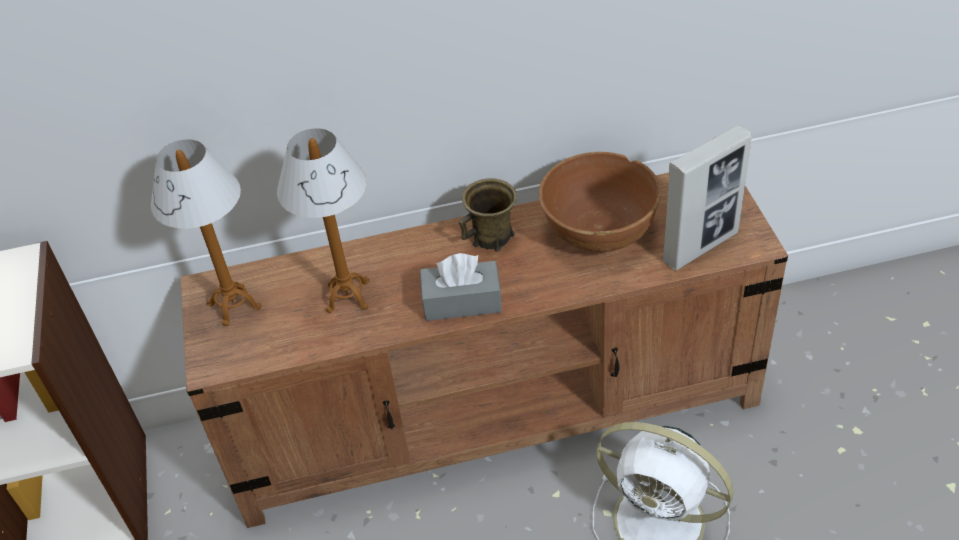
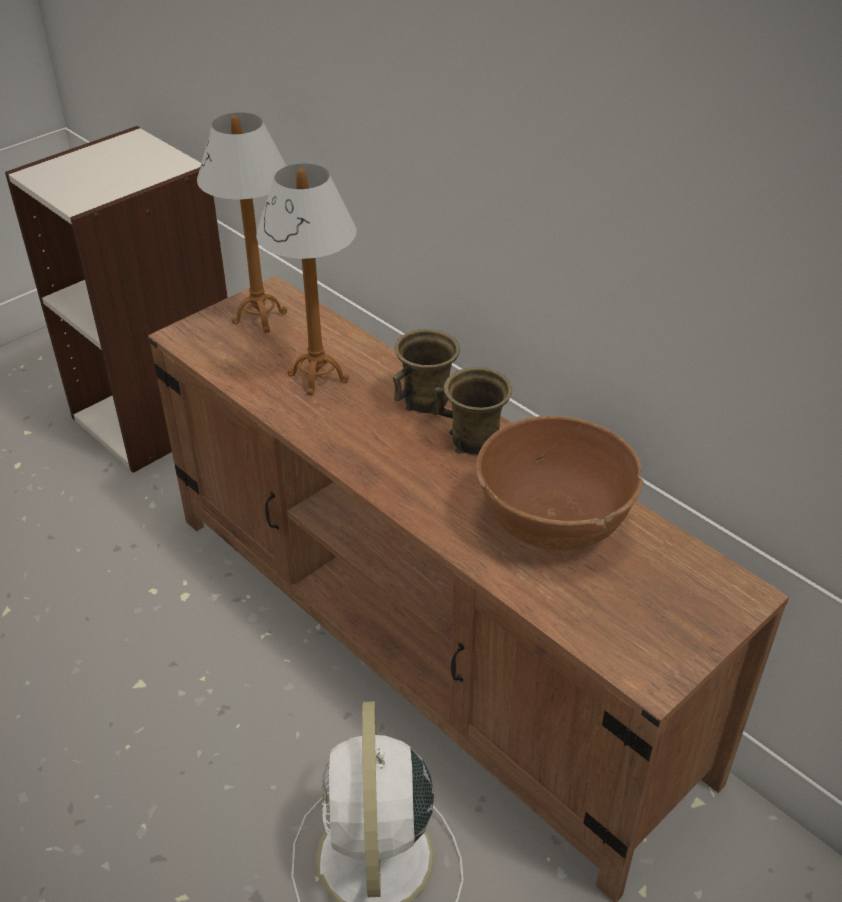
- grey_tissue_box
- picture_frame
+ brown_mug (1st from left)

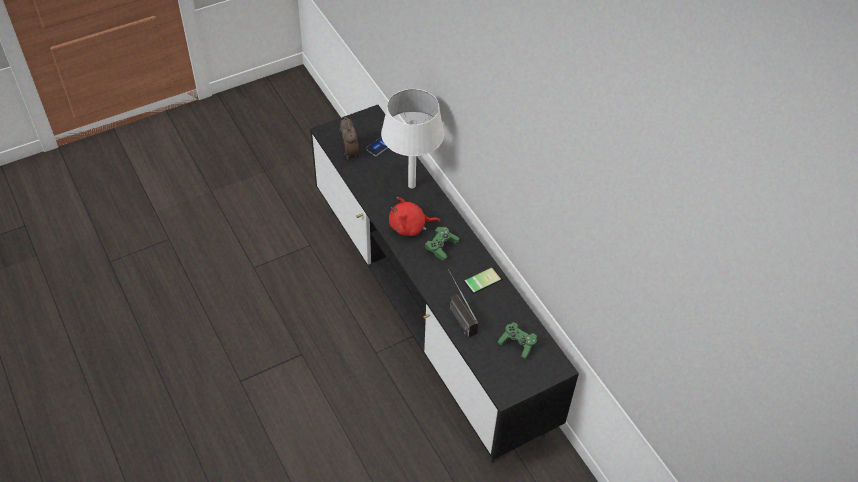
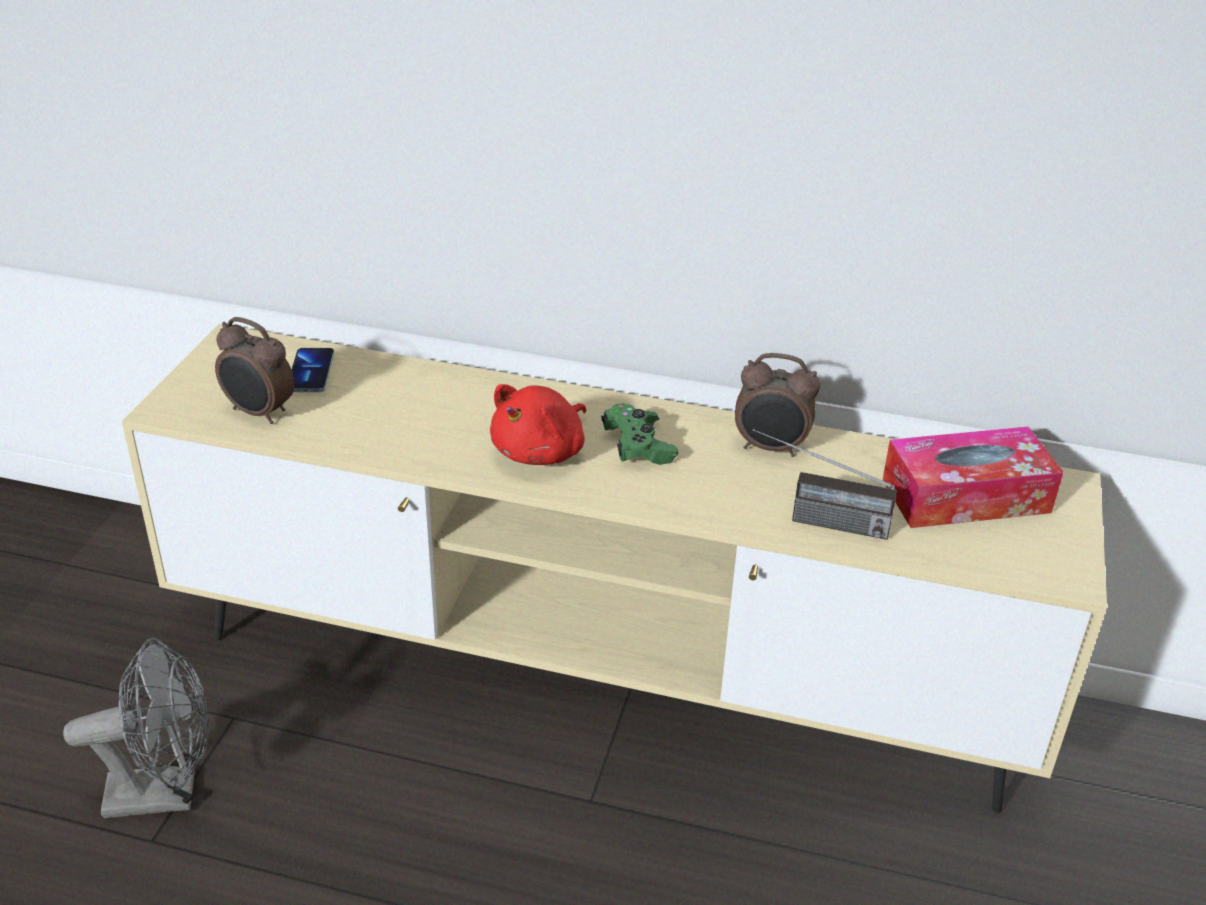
- white_table_lamp
+ grey_fan
~ phone (2nd from left) to alarm_clock (2nd from left)
~ green_game_controller (2nd from left) to tissue_box
~ black_tv_stand to beige_tv_stand

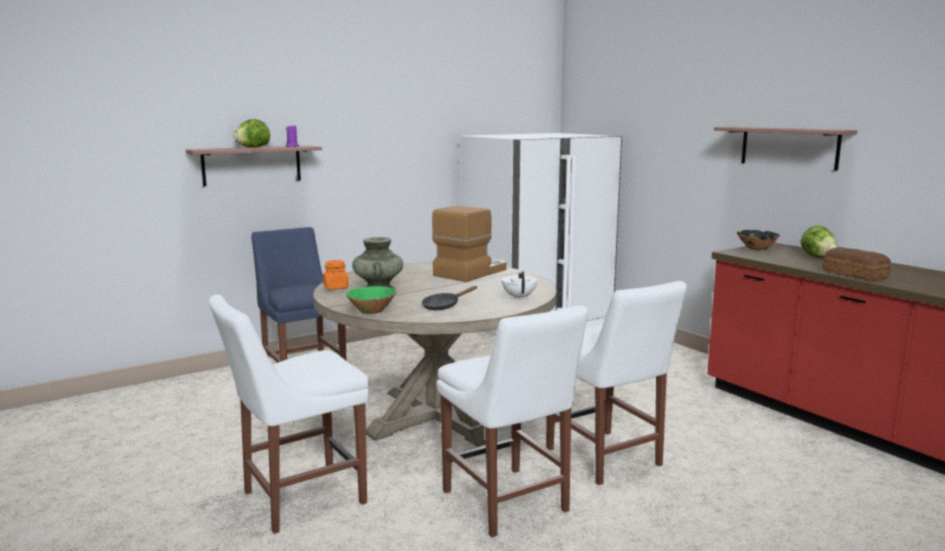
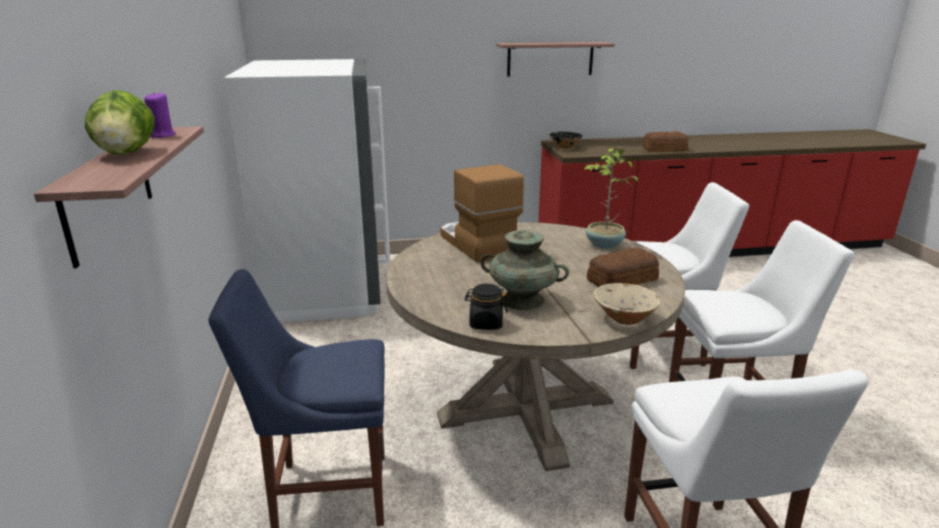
- lettuce (2nd from left)
~ black_frying_pan to bread (1st from left)
~ white_teapot to potted_plant
~ orange_jar to black_jar
~ green_bowl to beige_bowl

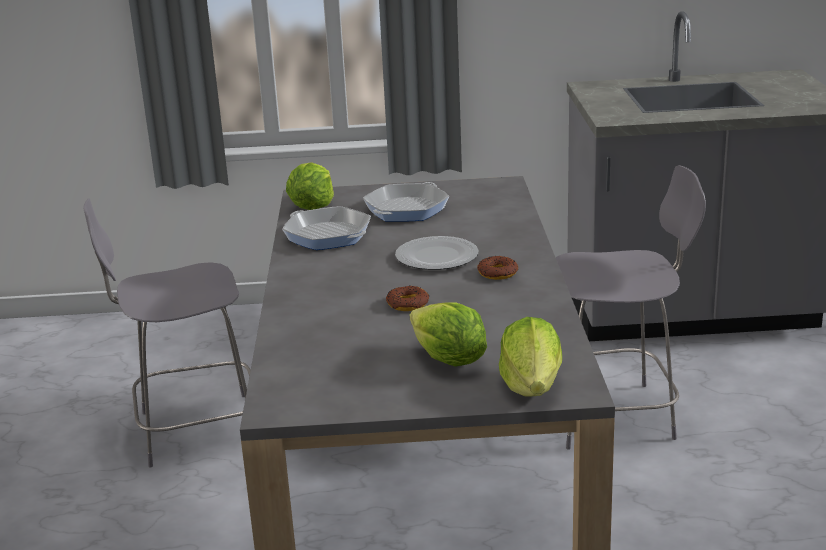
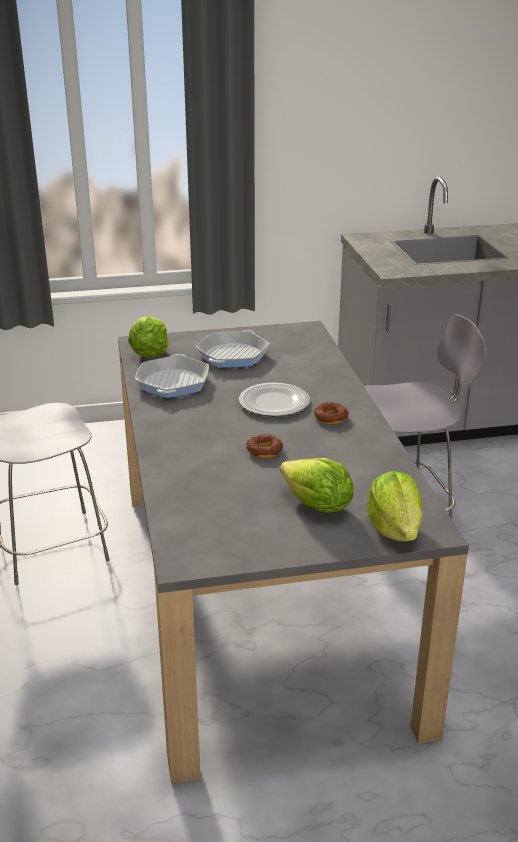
~ frying_pan (1st from left) 60 degrees clockwise

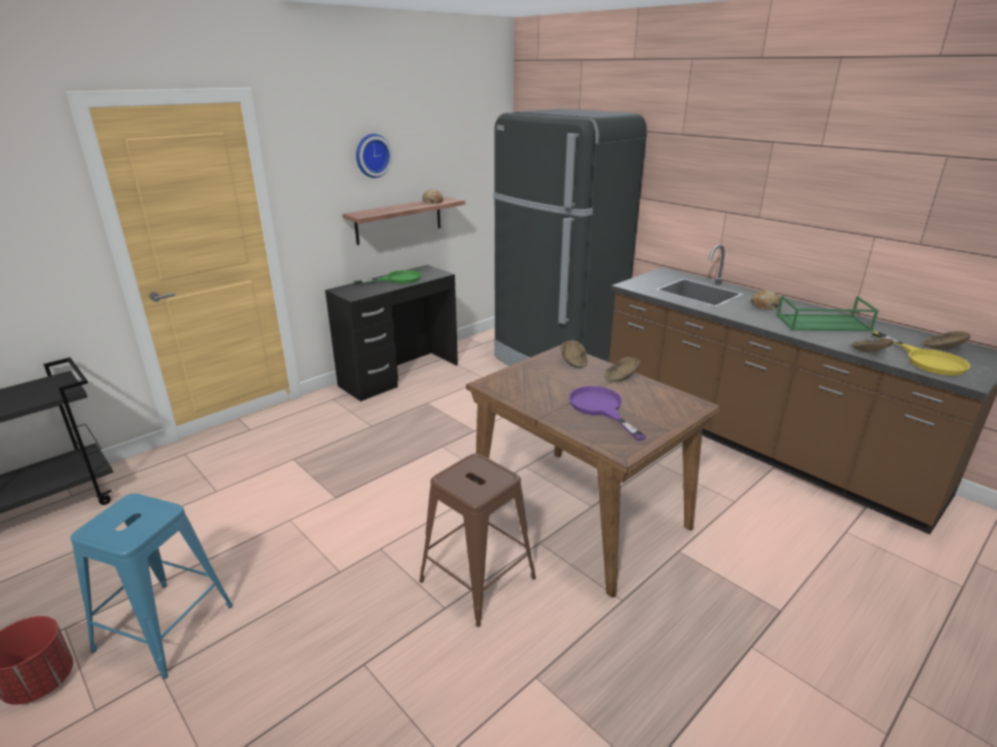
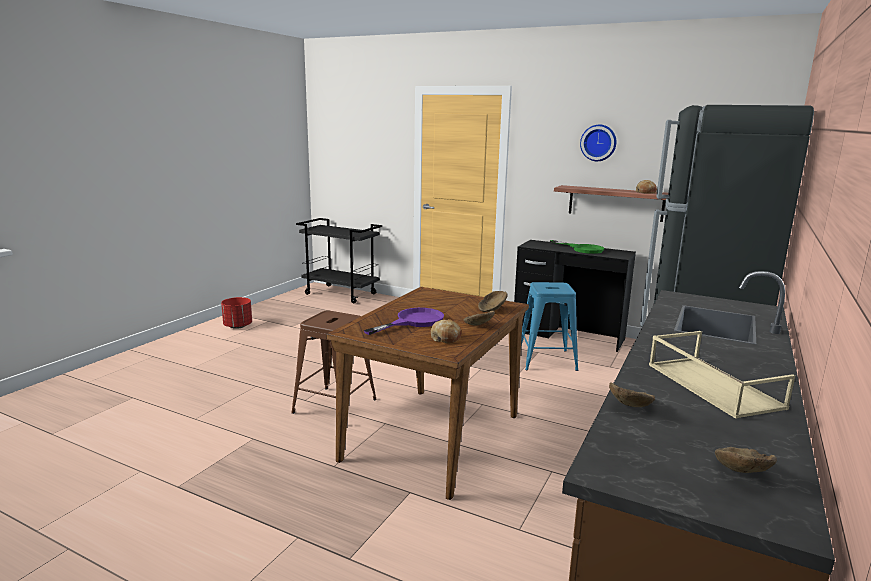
- yellow_frying_pan
~ blue_stool
~ bread (2nd from left in the first image) to bread (1st from left)
~ green_tray to beige_tray

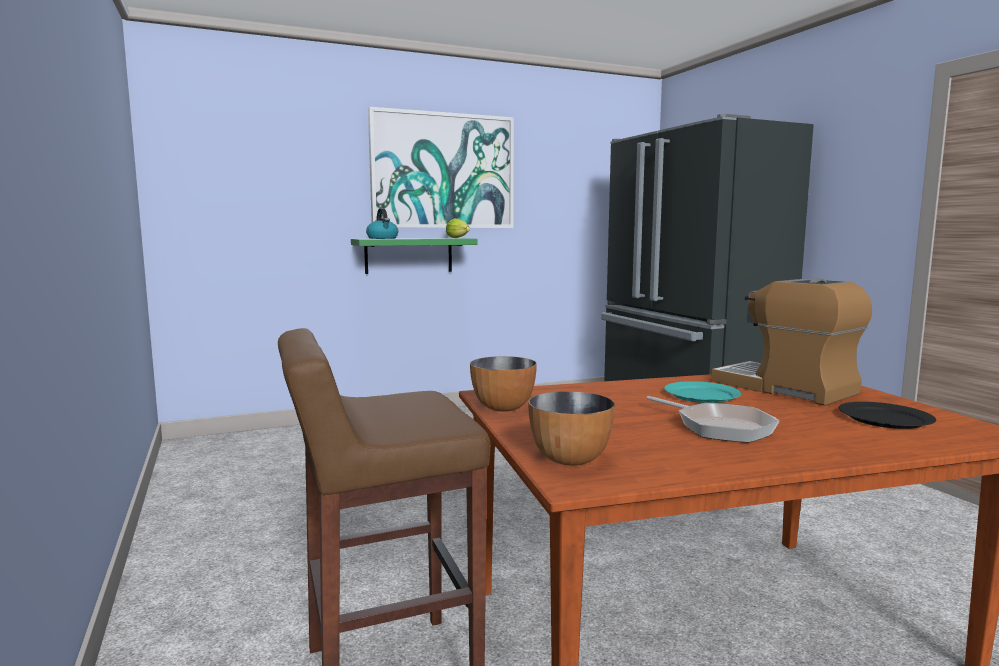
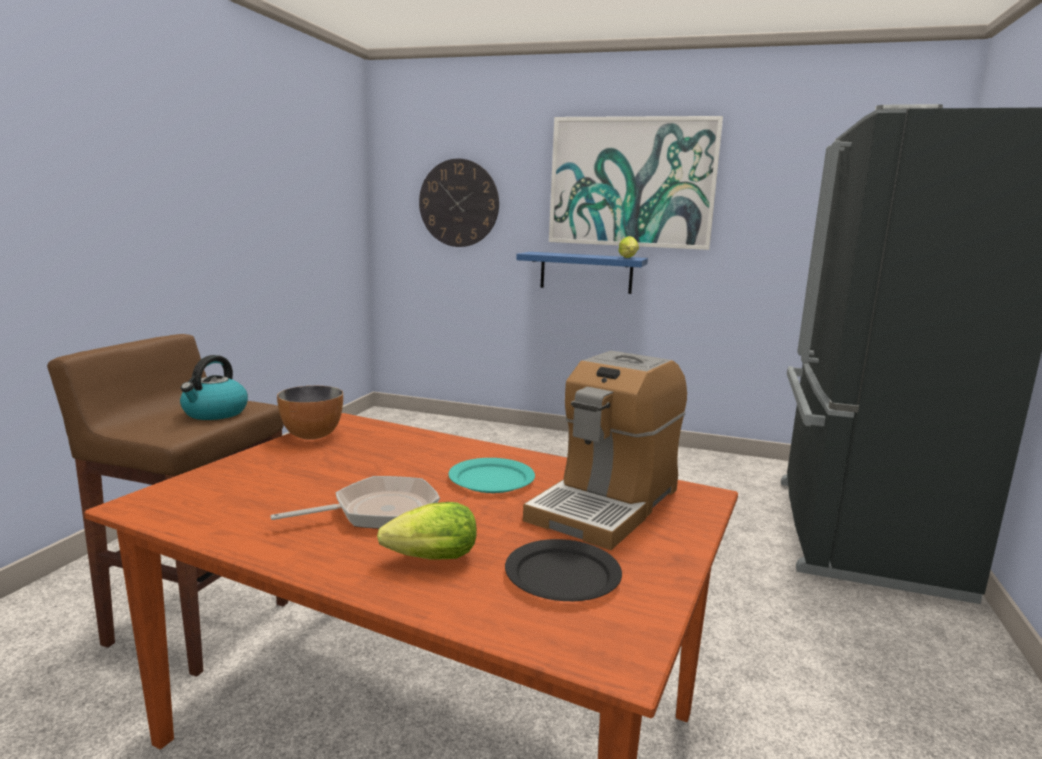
- bowl (2nd from left)
+ lettuce (1st from left)
+ wall_clock
~ kettle
~ green_shelf to blue_shelf
~ frying_pan 120 degrees counterclockwise
~ coffee_machine 150 degrees counterclockwise

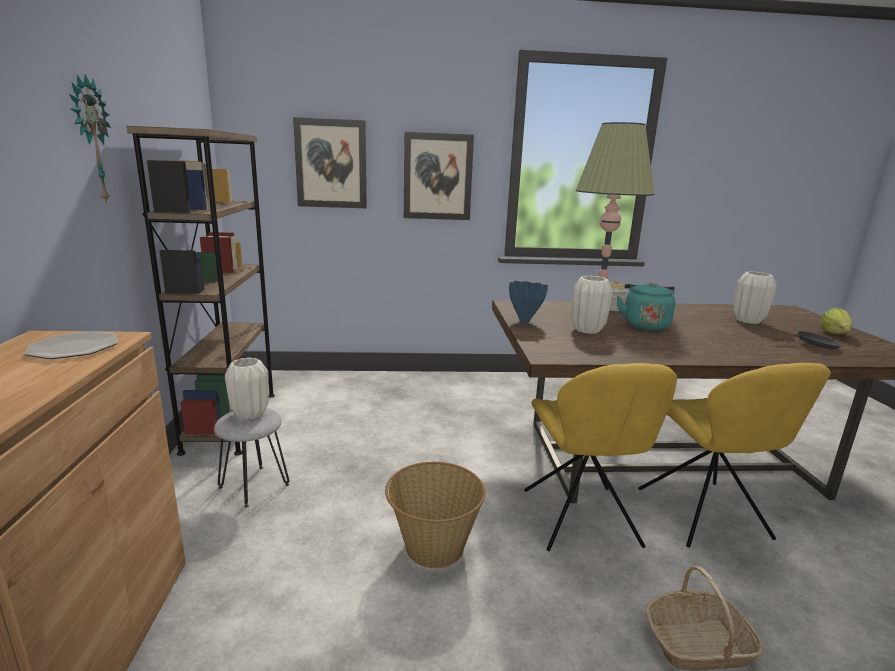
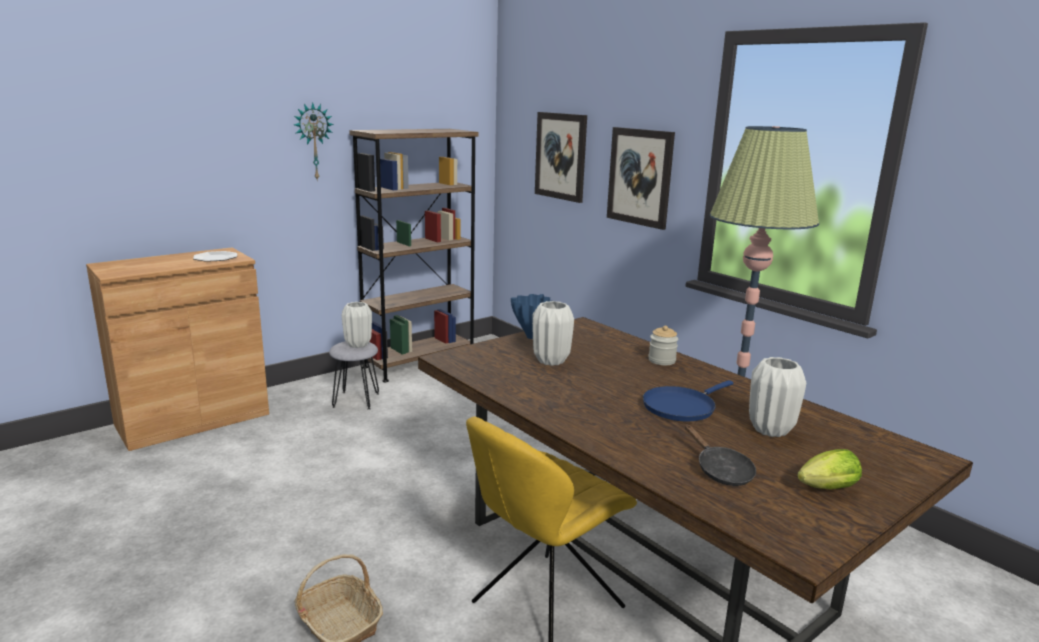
- basket (1st from left)
- yellow_chair (1st from left)
- turquoise_kettle
+ blue_frying_pan

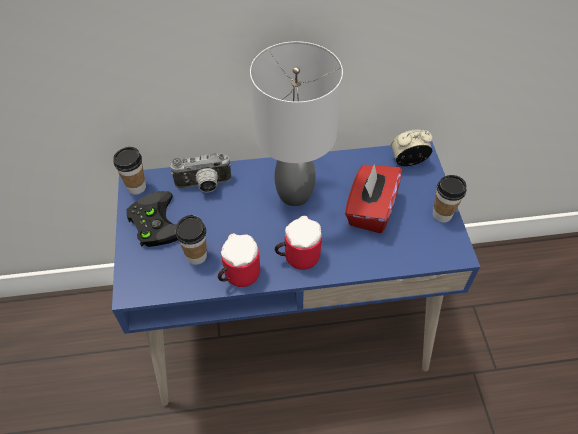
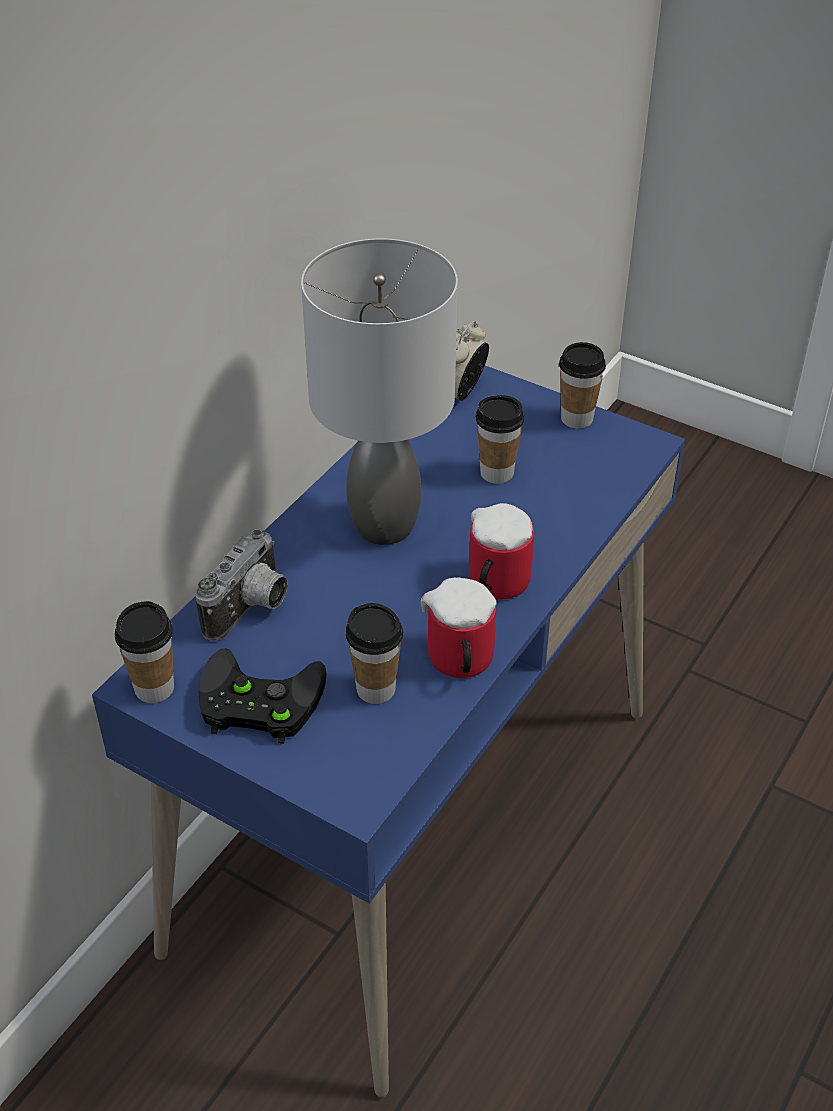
~ red_tissue_box to cup (3rd from left)

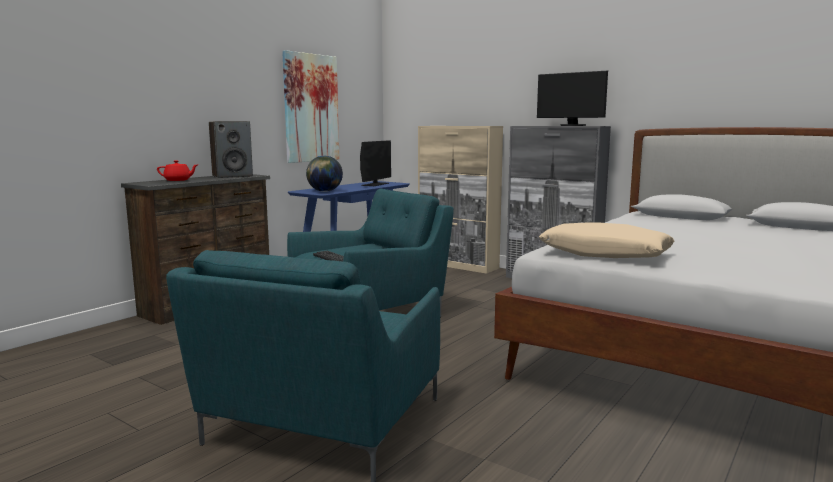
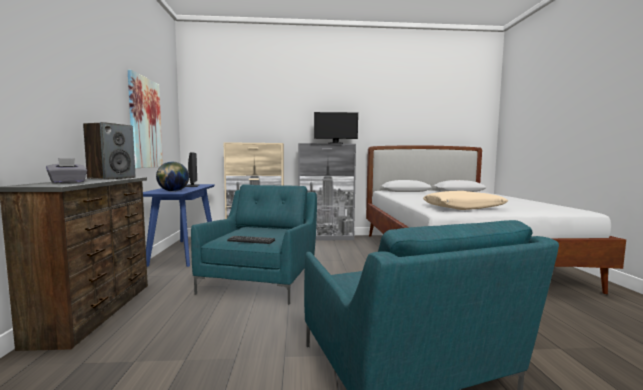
~ red_teapot to grey_tissue_box

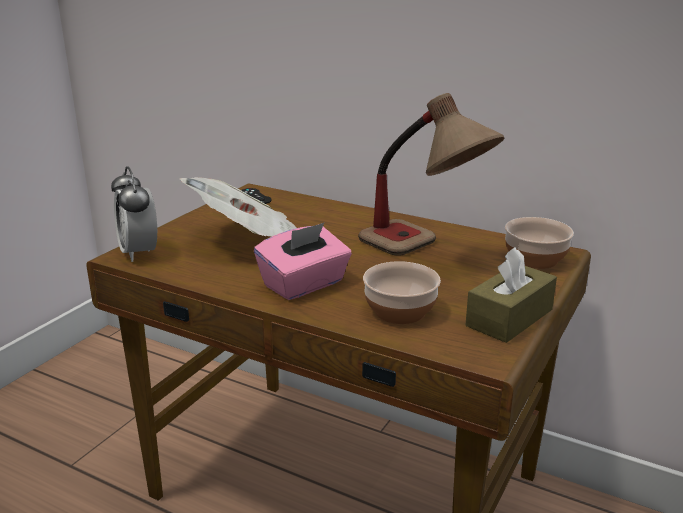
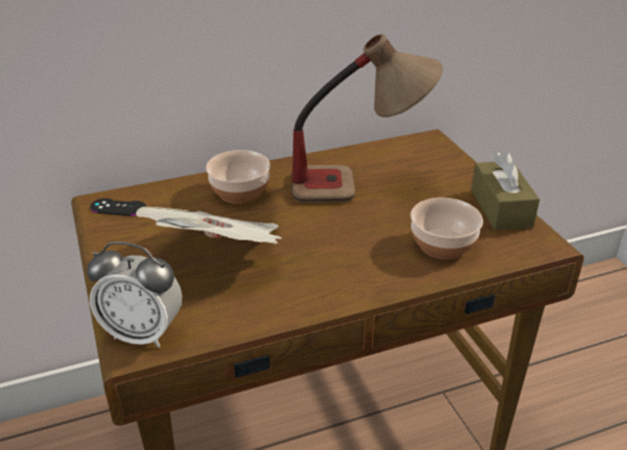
- pink_tissue_box
~ bowl (2nd from left in the first image) to bowl (1st from left)

